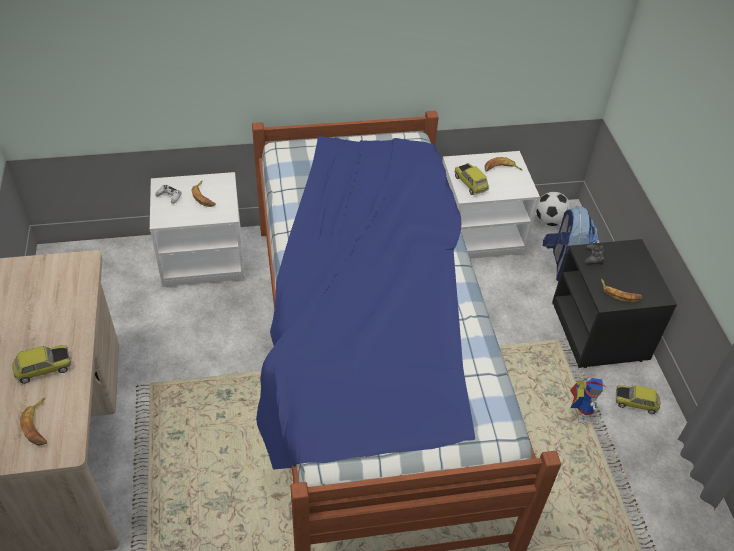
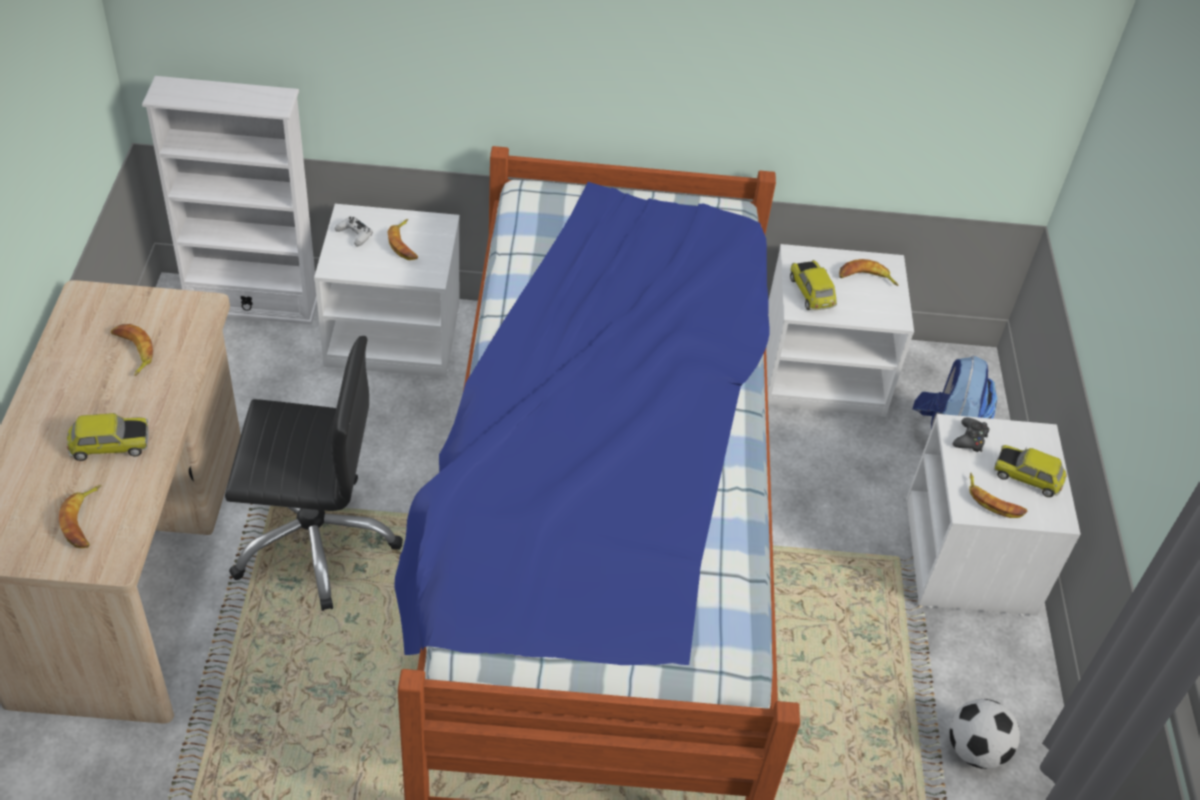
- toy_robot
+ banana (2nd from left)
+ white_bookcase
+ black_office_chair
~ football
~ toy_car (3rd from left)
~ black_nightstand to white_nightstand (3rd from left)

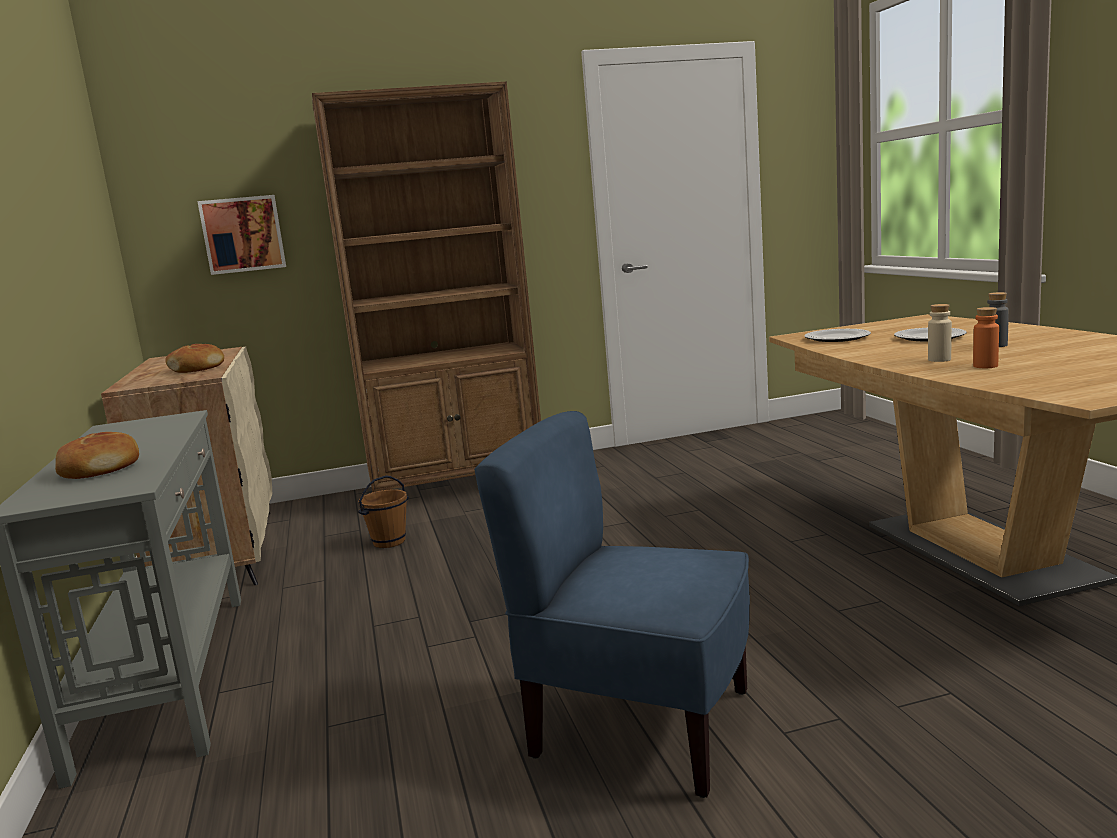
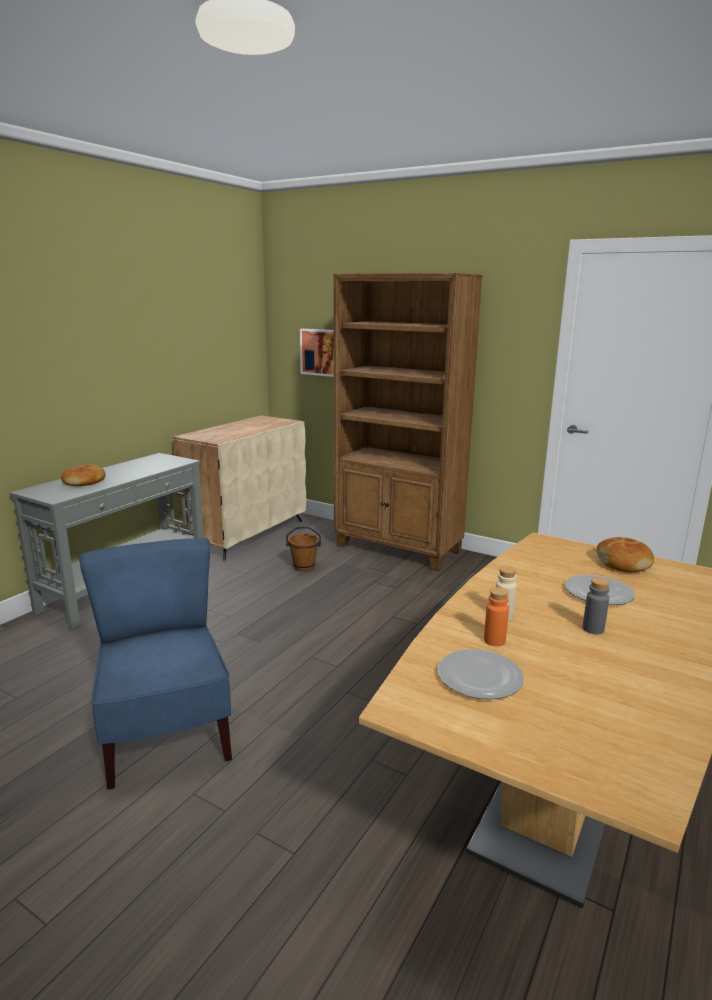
~ bread (2nd from left)
~ plate (1st from left)

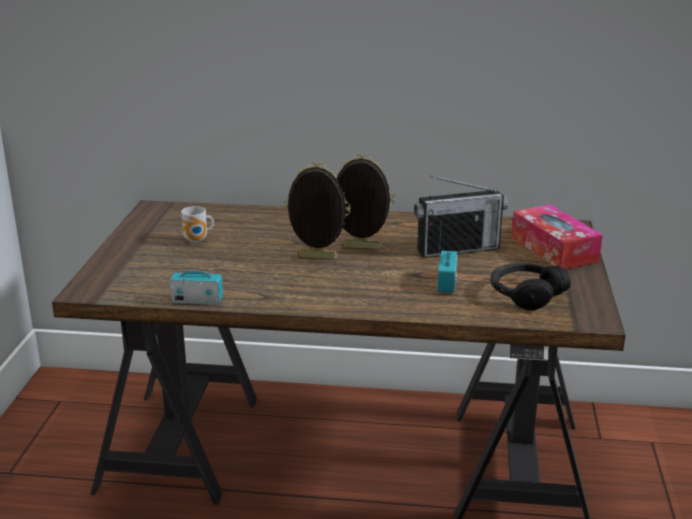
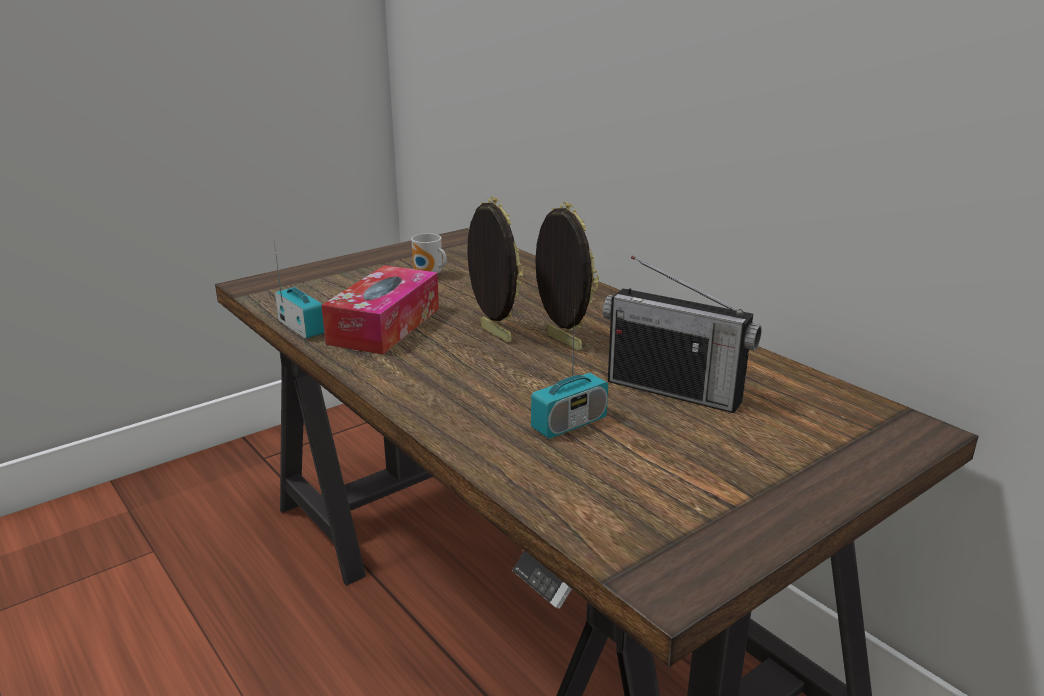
- black_headphones
~ tissue_box

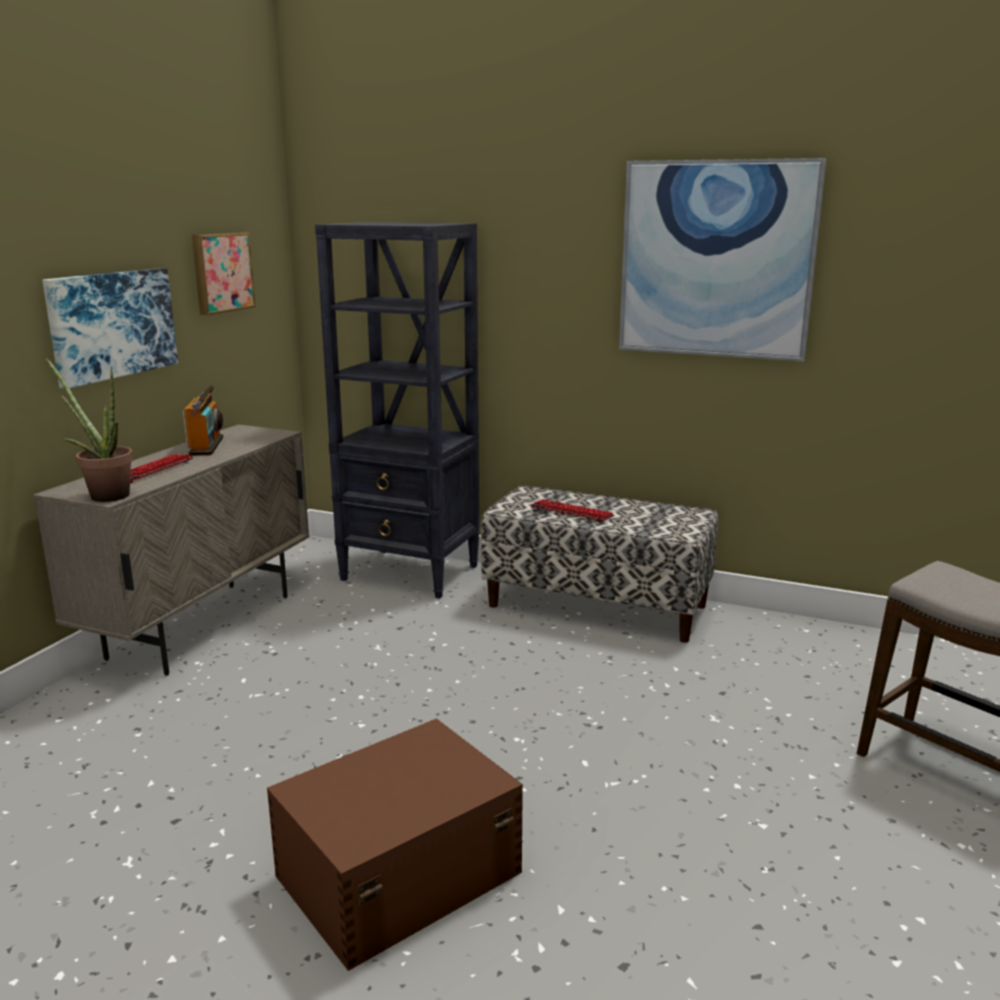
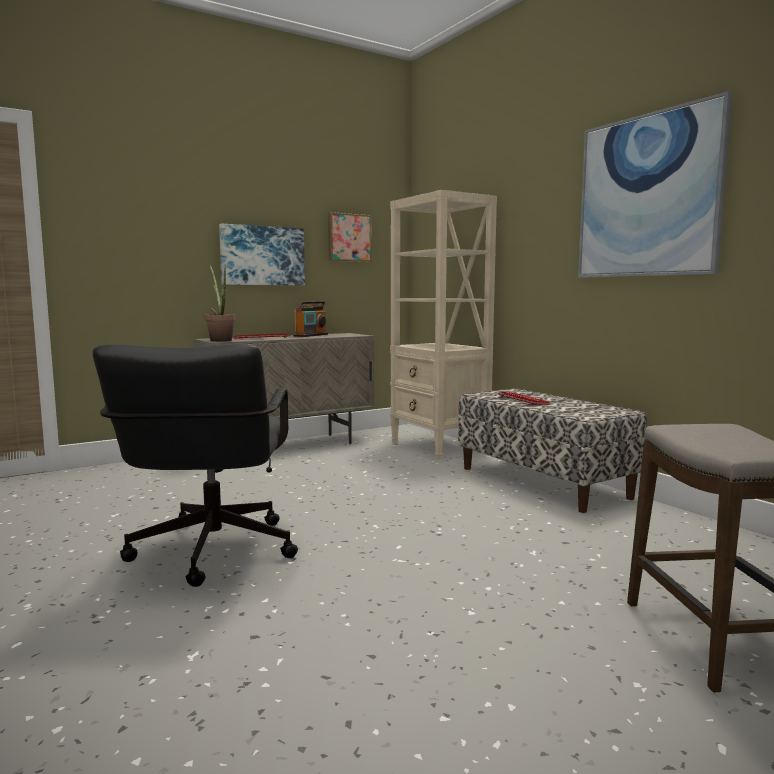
~ brown_storage_box to black_office_chair
~ black_bookcase to beige_bookcase

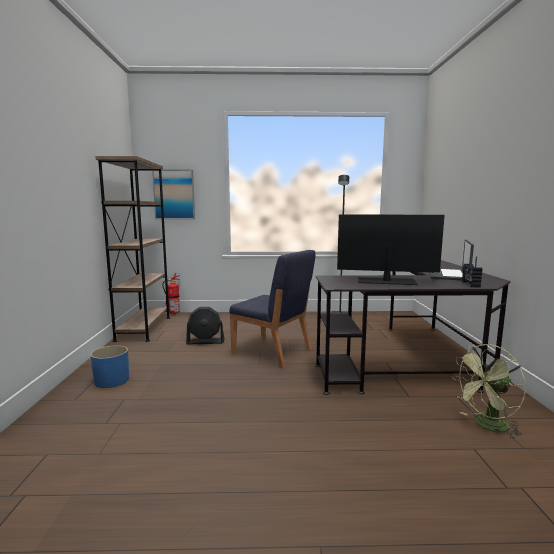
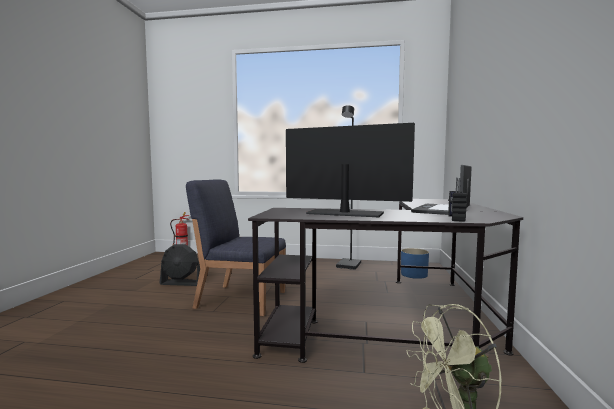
- brown_bookcase
- picture
~ blue_planter
~ blue_chair 150 degrees clockwise

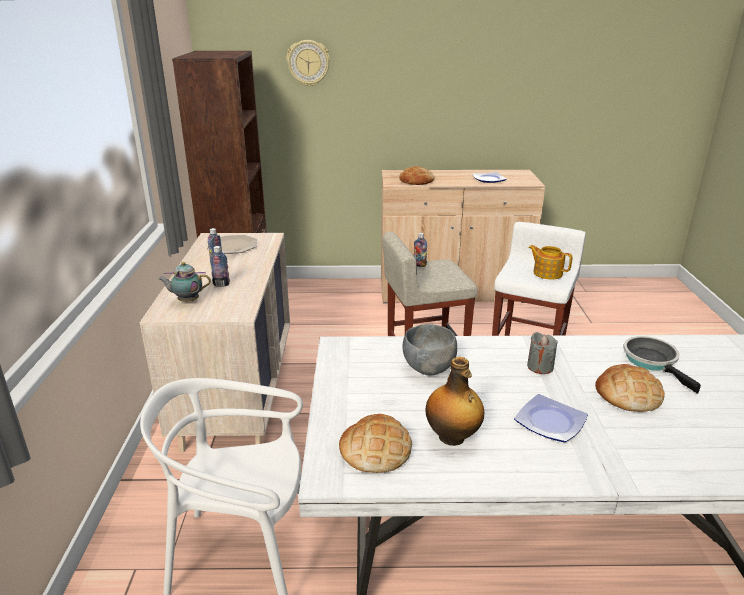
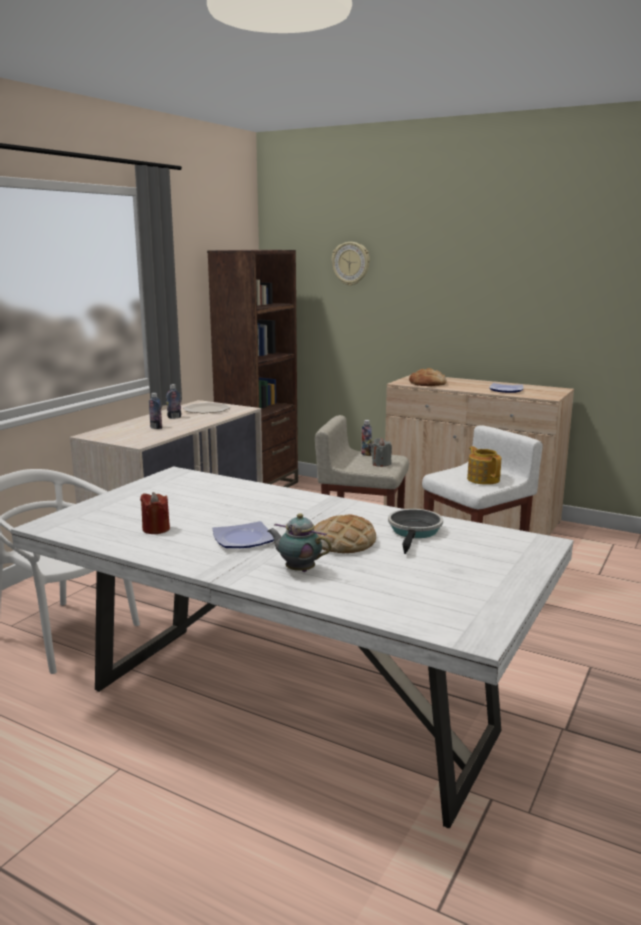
- bread (1st from left)
- grey_bowl
~ teapot (1st from left)
~ grey_candle
~ bottle (4th from left) to red_candle

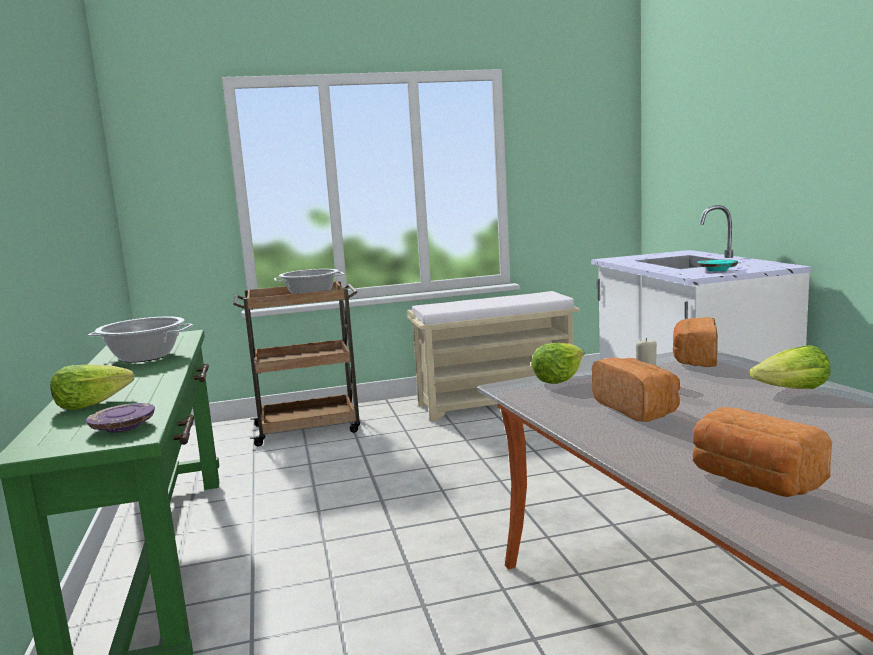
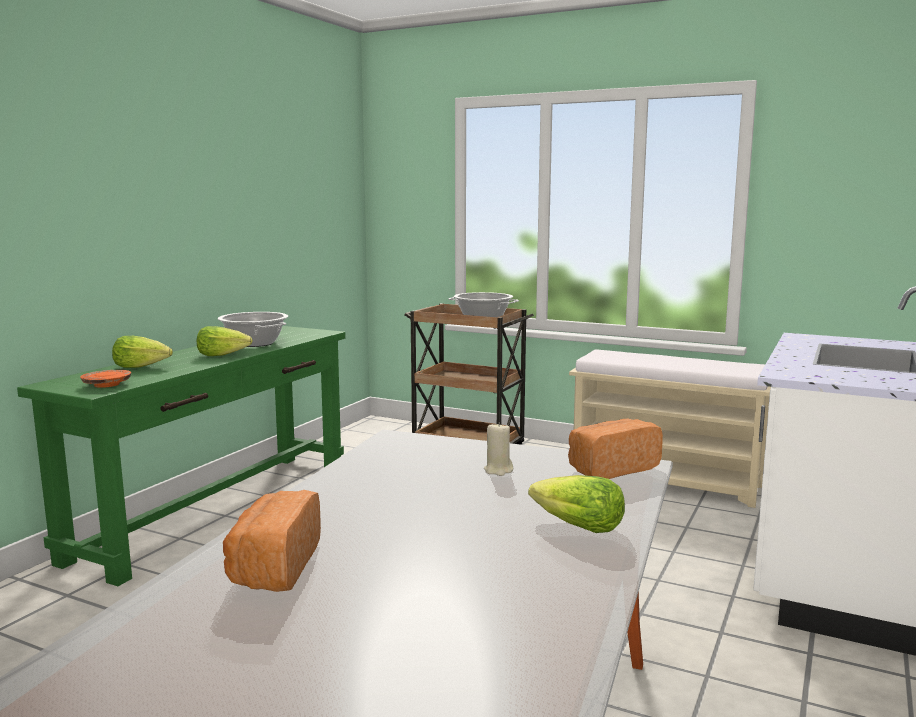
- bread (1st from left)
- turquoise_plate
~ lettuce (2nd from left)
~ purple_plate to orange_plate

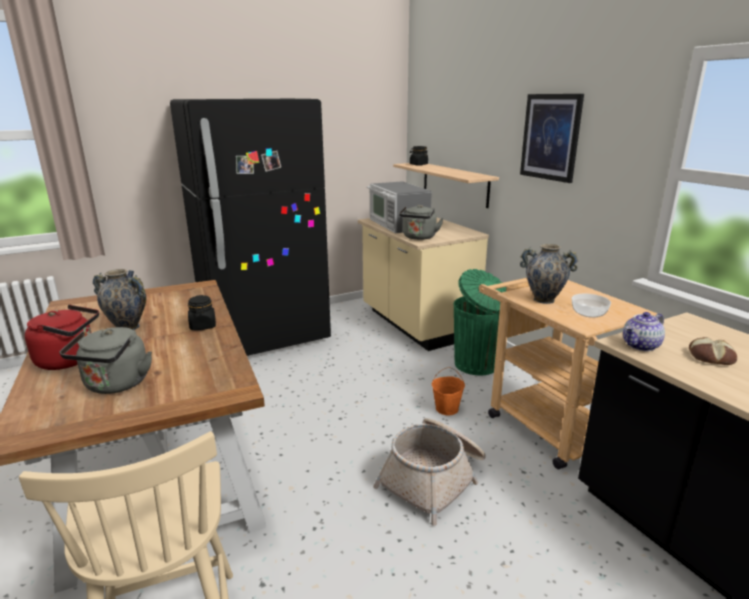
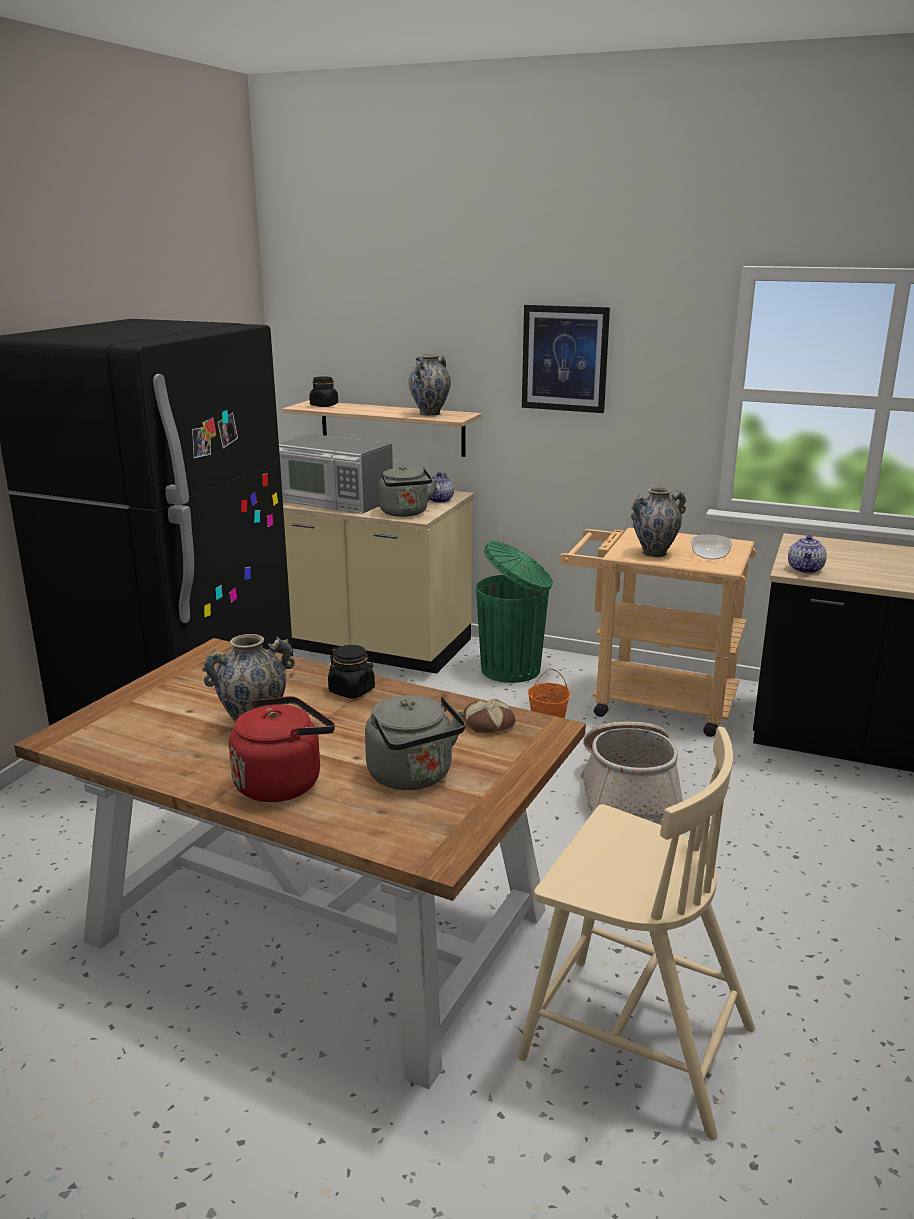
+ vase (2nd from left)
+ teapot (1st from left)
~ bread

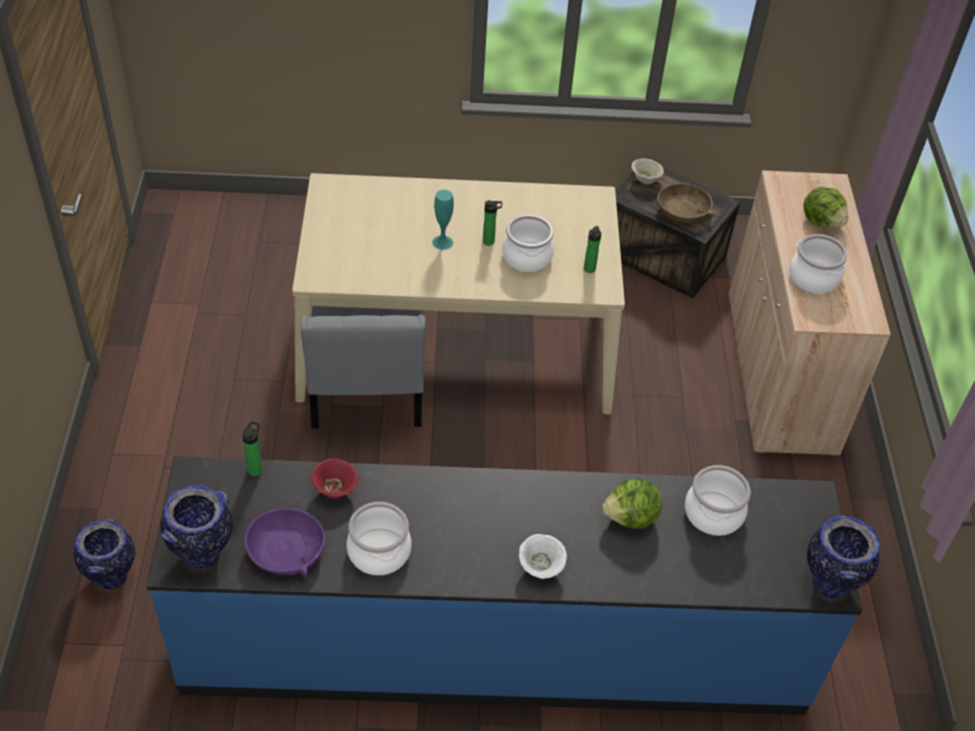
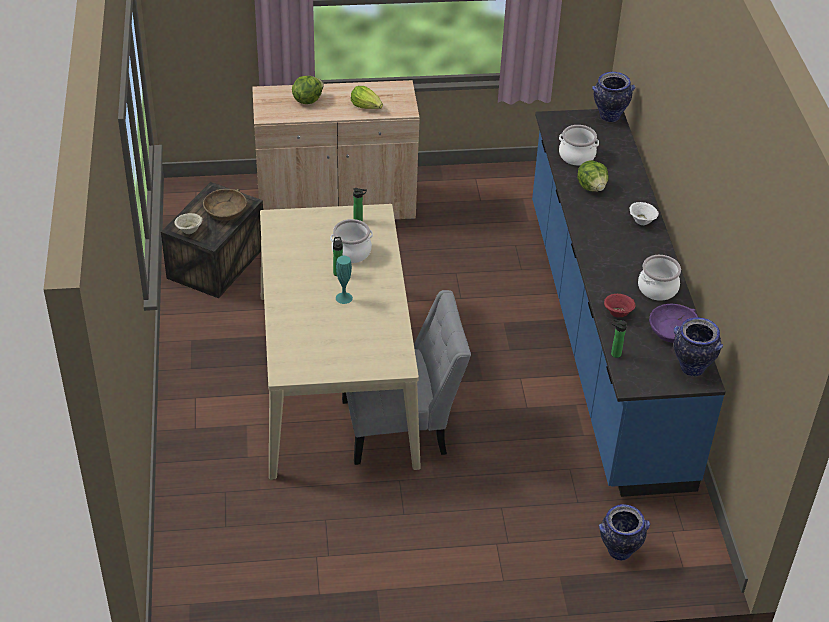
~ cooking_pot (4th from left) to lettuce (2nd from left)

